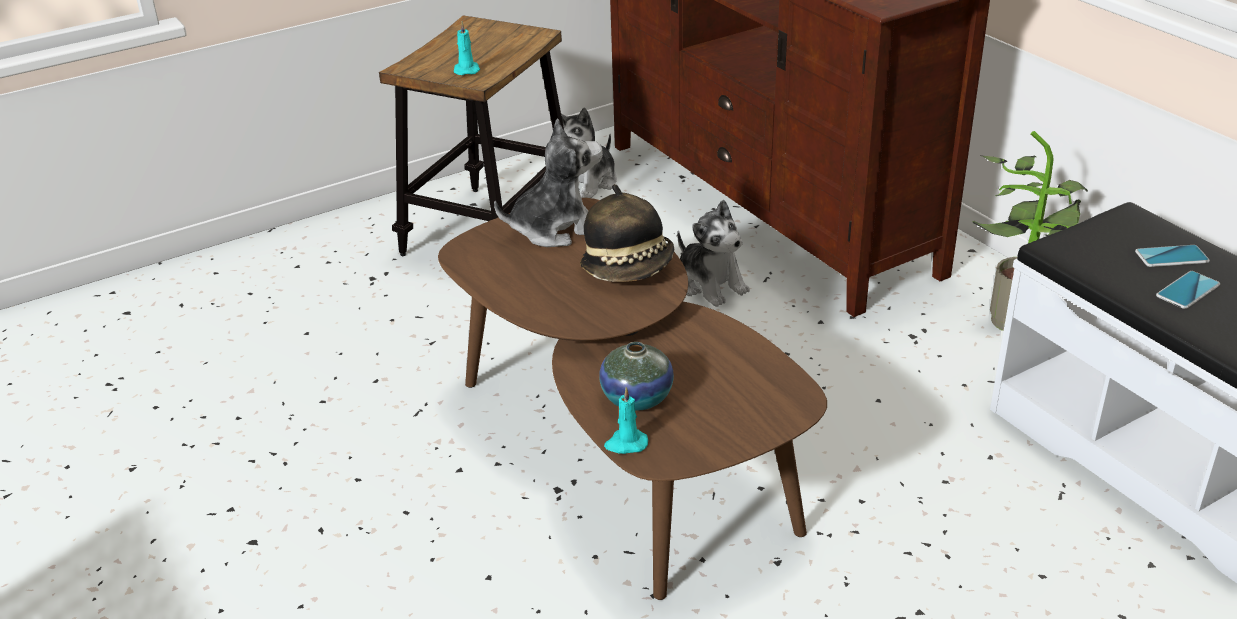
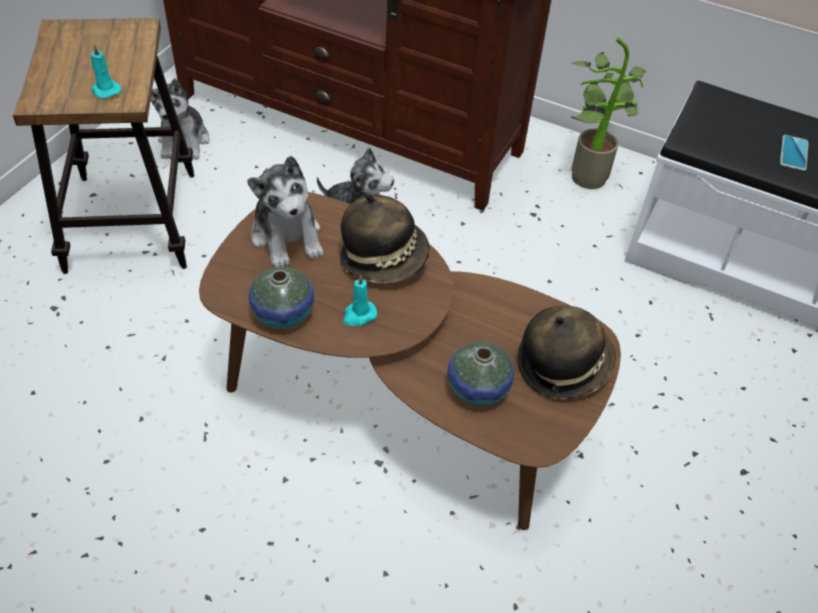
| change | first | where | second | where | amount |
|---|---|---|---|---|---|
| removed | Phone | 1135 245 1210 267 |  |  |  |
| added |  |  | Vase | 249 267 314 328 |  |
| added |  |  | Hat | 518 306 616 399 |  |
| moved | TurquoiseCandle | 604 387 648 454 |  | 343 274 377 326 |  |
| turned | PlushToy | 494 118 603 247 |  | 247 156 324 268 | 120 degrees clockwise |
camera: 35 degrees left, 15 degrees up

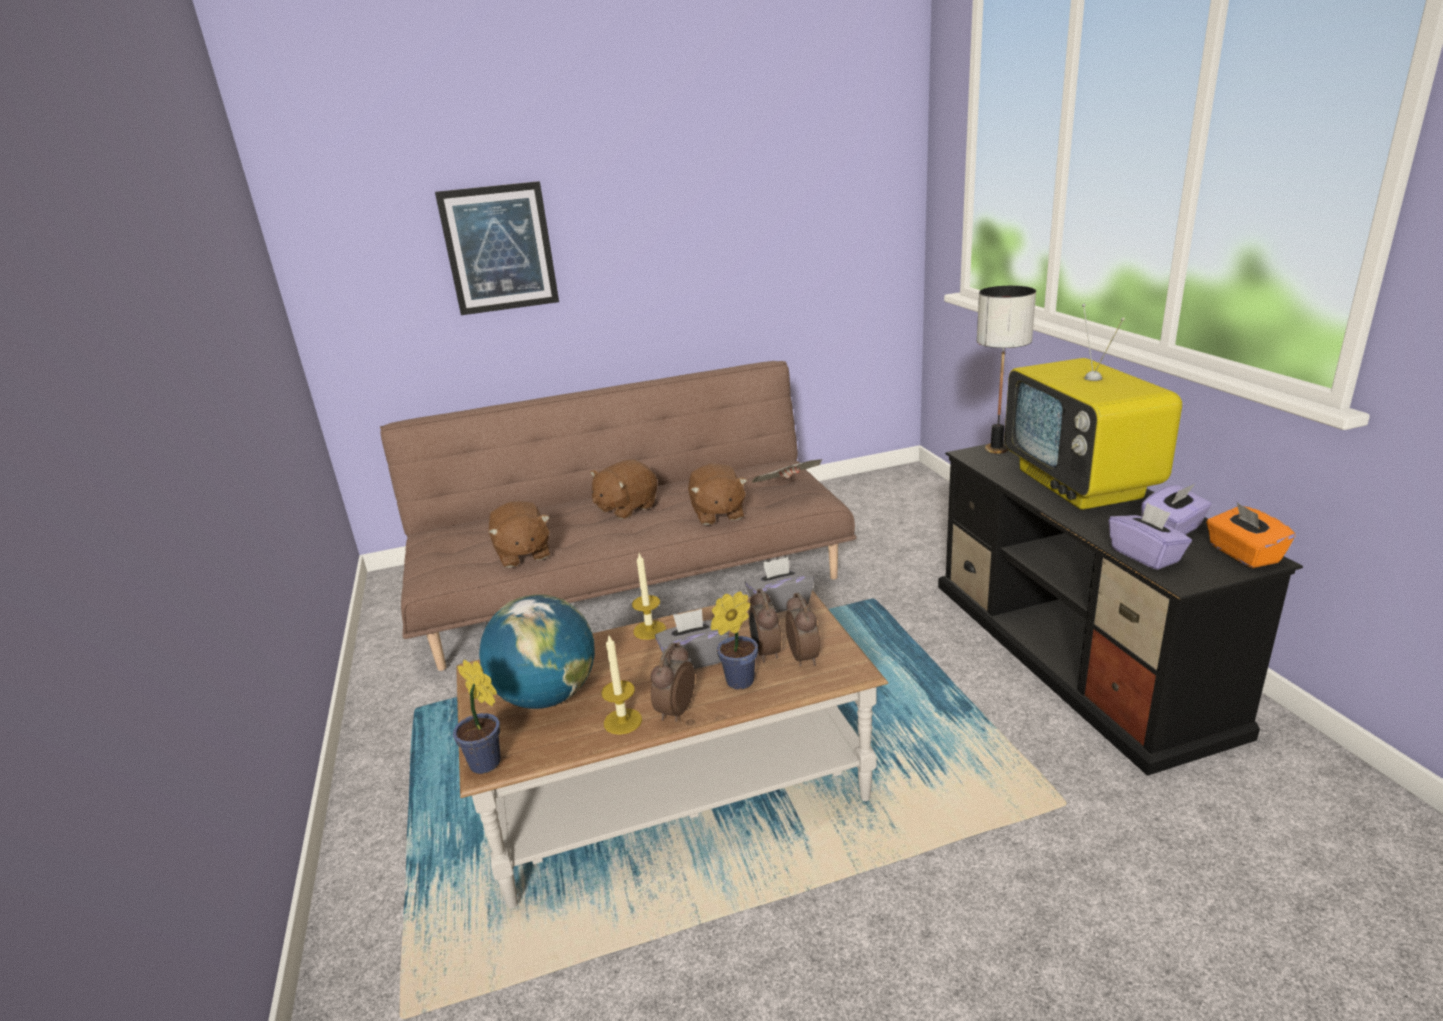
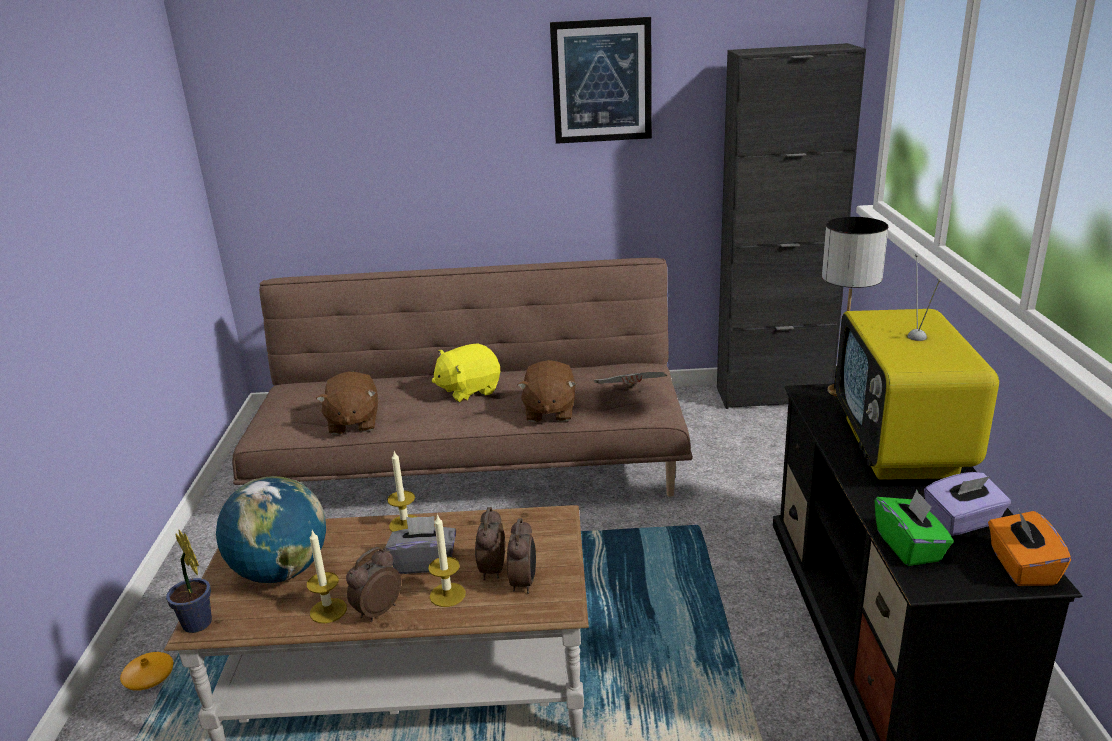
| change | first | where | second | where | amount |
|---|---|---|---|---|---|
| removed | GreyTissueBox | 745 557 814 613 |  |  |  |
| added |  |  | OrangeVase | 120 652 174 691 |  |
| added |  |  | BlackCabinet | 717 43 866 409 |  |
| moved | Picture | 435 181 559 315 |  | 550 17 652 144 |  |
| replaced | PottedPlant | 711 591 758 689 | Candle | 428 514 466 607 |  |
| recoloured | BrownPlushToy | 590 459 657 519 | YellowPlushToy | 432 344 500 402 |  |
| recoloured | PurpleTissueBox | 1109 502 1192 570 | GreenTissueBox | 875 490 954 566 |  |
camera: 15 degrees right, 0 degrees up

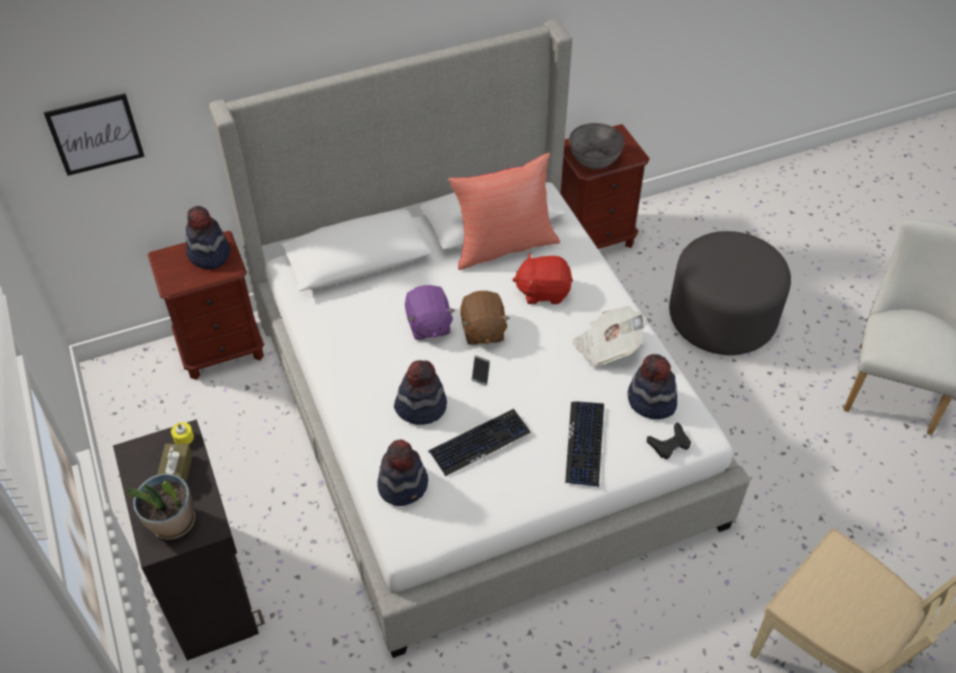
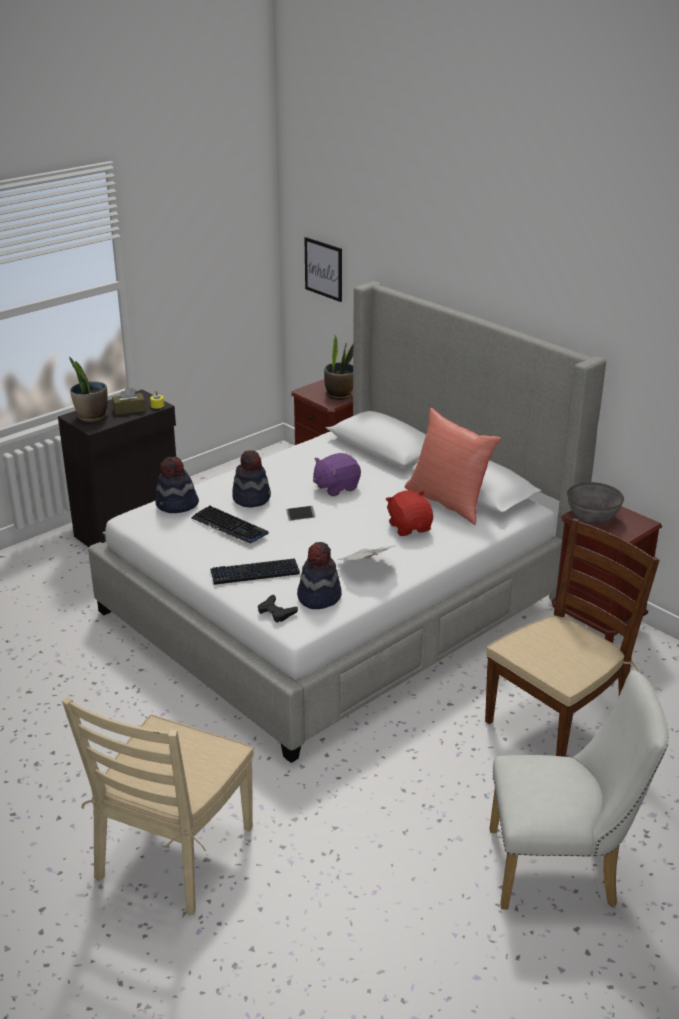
| change | first | where | second | where | amount |
|---|---|---|---|---|---|
| removed | BrownPlushToy | 461 291 510 345 |  |  |  |
| replaced | Hat | 186 206 230 269 | PottedPlant | 324 334 353 400 |  |
| replaced | GreyOttoman | 669 231 791 355 | BrownChair | 485 518 660 757 |  |
camera: 70 degrees right, 20 degrees down

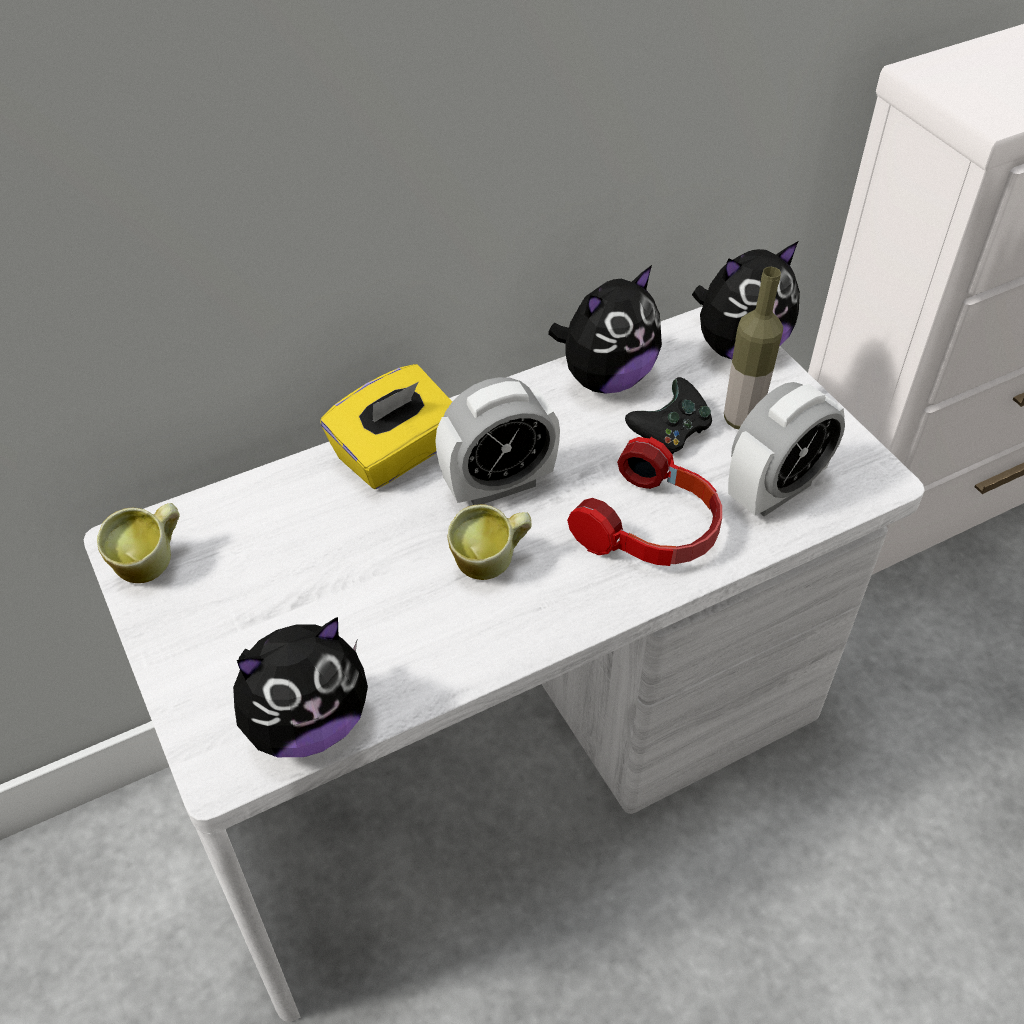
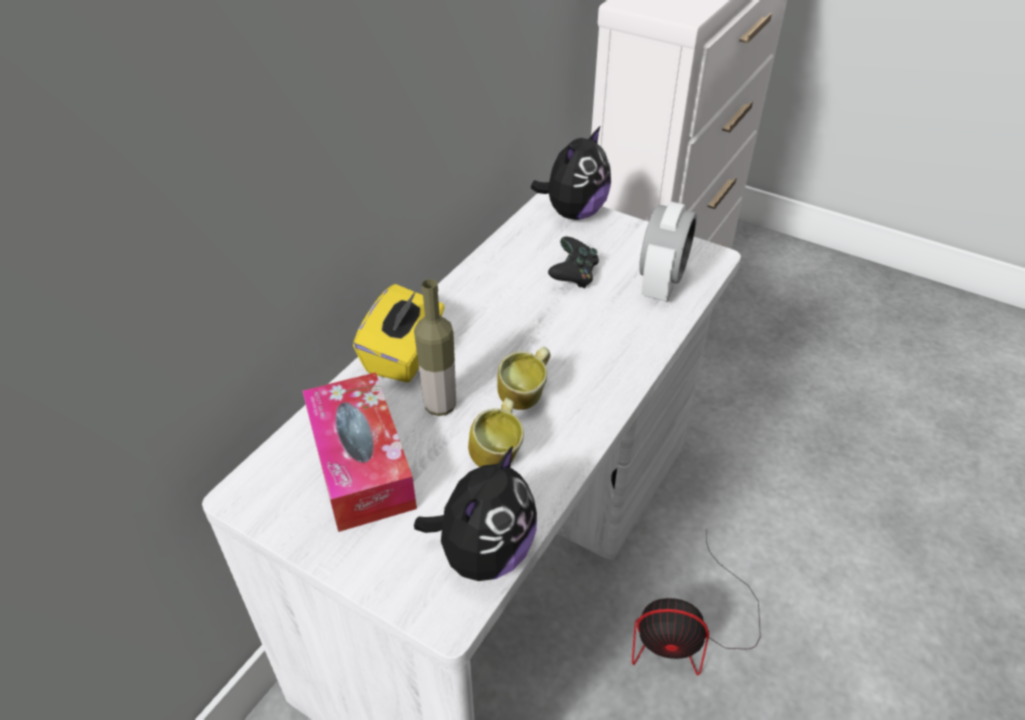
| change | first | where | second | where | amount |
|---|---|---|---|---|---|
| removed | AlarmClock | 435 377 560 505 |  |  |  |
| removed | PlushToy | 548 265 662 394 |  |  |  |
| removed | Headphones | 567 437 722 566 |  |  |  |
| added |  |  | TissueBox | 302 372 417 532 |  |
| added |  |  | Fan | 632 529 761 676 |  |
| moved | Mug | 97 503 180 583 |  | 468 398 524 467 |  |
| moved | Bottle | 724 267 783 429 |  | 414 279 456 416 |  |
camera: 30 degrees left, 5 degrees down

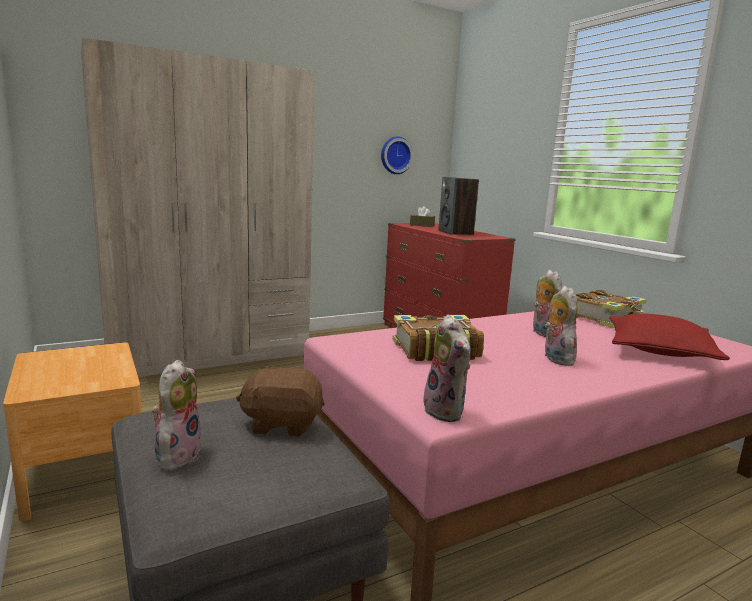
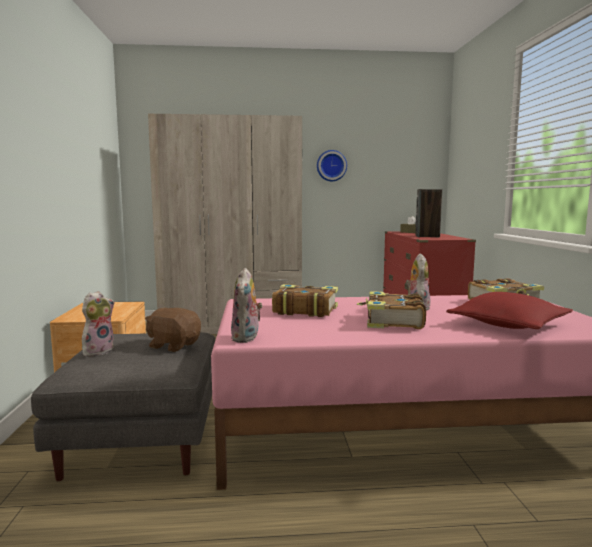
| change | first | where | second | where | amount |
|---|---|---|---|---|---|
| moved | WallClock | 381 136 413 174 |  | 317 150 347 181 |  |
| replaced | PlushToy | 545 286 578 366 | Book | 357 291 426 329 |  |
camera: 25 degrees right, 5 degrees down

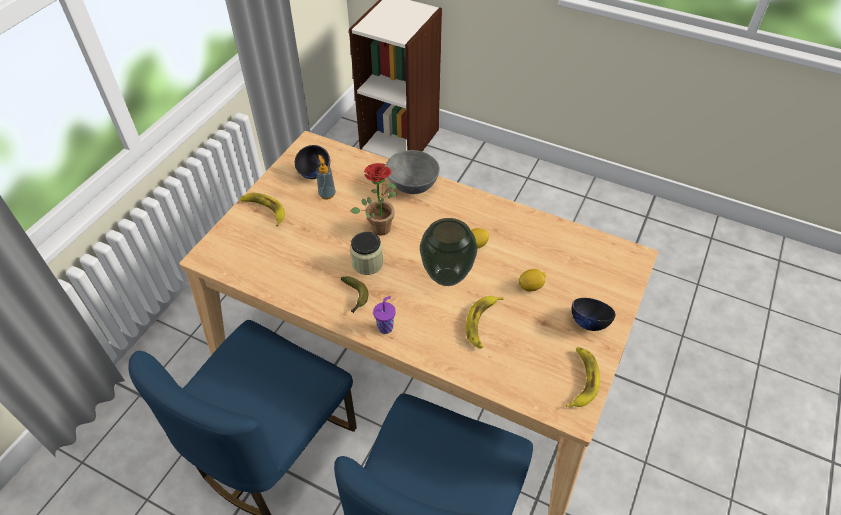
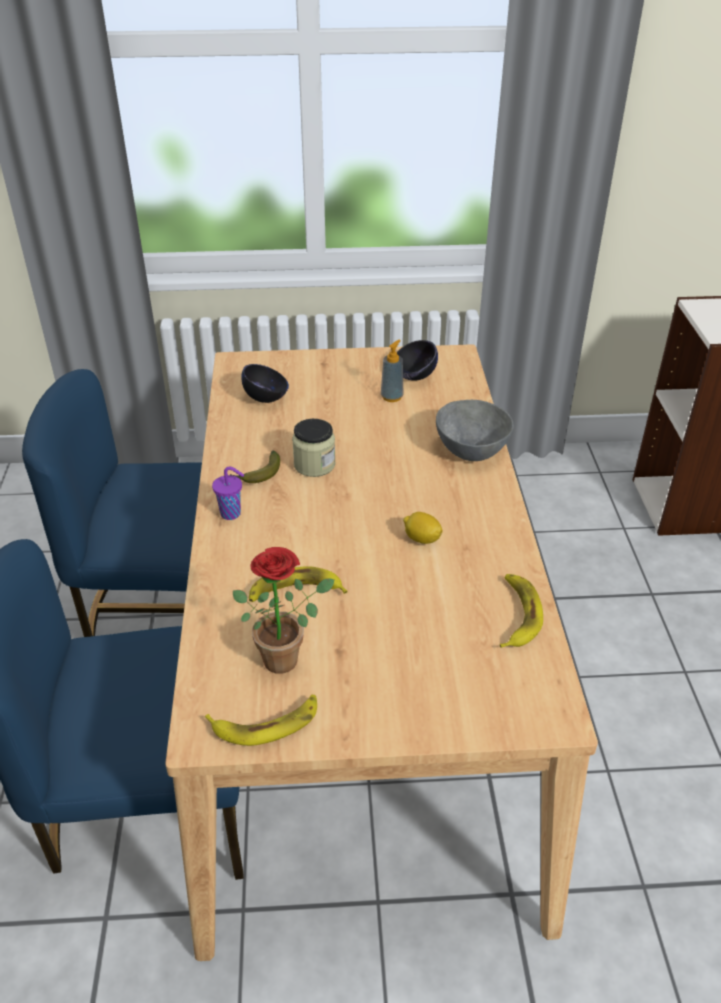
| change | first | where | second | where | amount |
|---|---|---|---|---|---|
| removed | Vase | 420 218 477 286 |  |  |  |
| removed | Lemon | 519 269 546 292 |  |  |  |
| moved | Banana | 239 193 285 227 |  | 500 574 543 648 |  |
| moved | PottedPlant | 351 163 397 236 |  | 233 547 334 674 |  |
| moved | BlackBowl | 572 298 615 331 |  | 241 364 289 403 |  |
camera: 60 degrees right, 10 degrees down

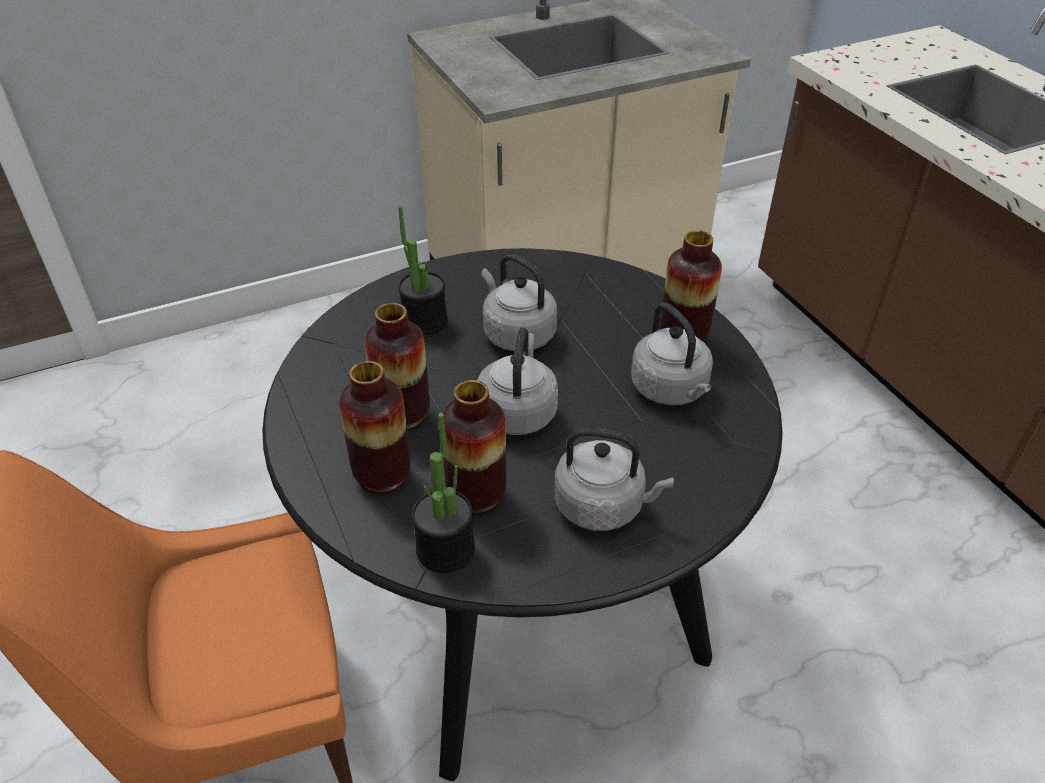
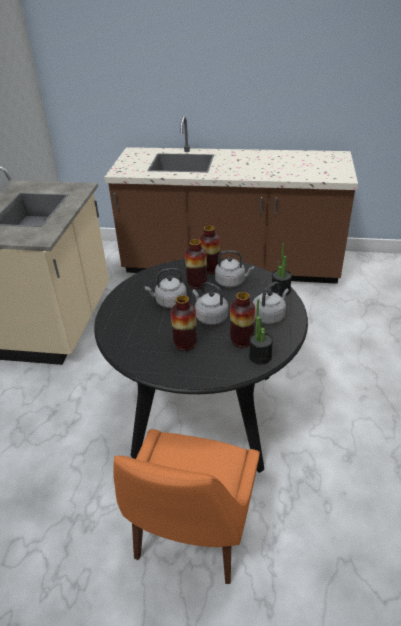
| change | first | where | second | where | amount |
|---|---|---|---|---|---|
| moved | Vase | 339 361 411 494 |  | 185 239 207 289 |  |
| moved | PottedPlant | 398 206 448 335 |  | 271 243 292 297 |  |
camera: 55 degrees left, 5 degrees down

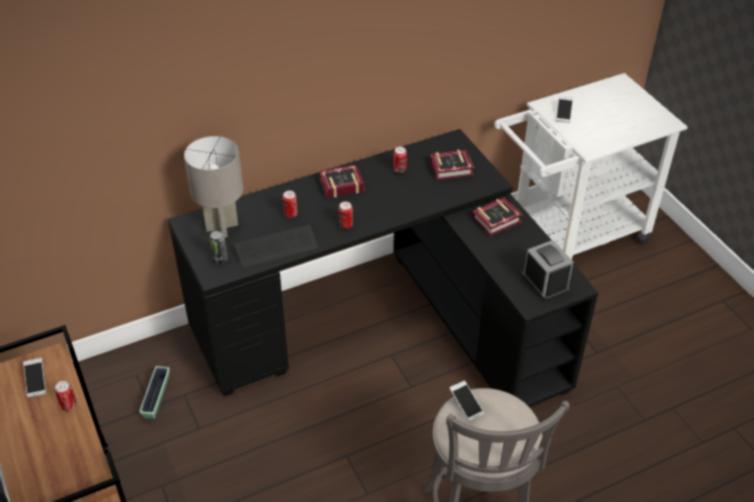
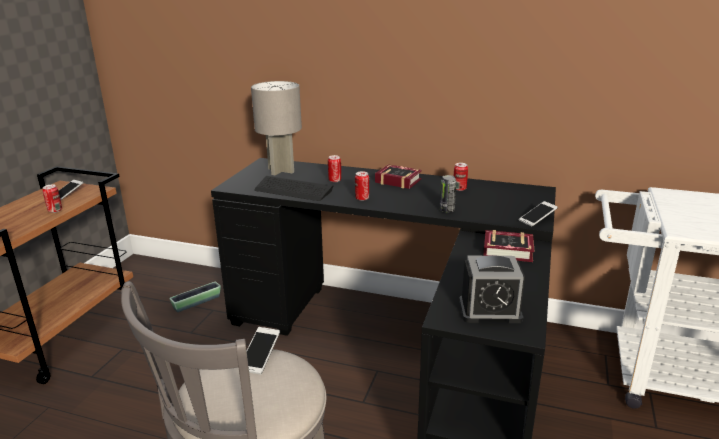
| change | first | where | second | where | amount |
|---|---|---|---|---|---|
| removed | Book | 430 150 474 180 |  |  |  |
| moved | Can | 209 231 228 264 |  | 440 175 457 213 |  |
| moved | Phone | 556 96 573 123 |  | 519 201 558 227 |  |
| turned | AlarmClock | 522 240 573 301 |  | 459 255 525 323 | 75 degrees clockwise |
camera: 45 degrees right, 20 degrees down

